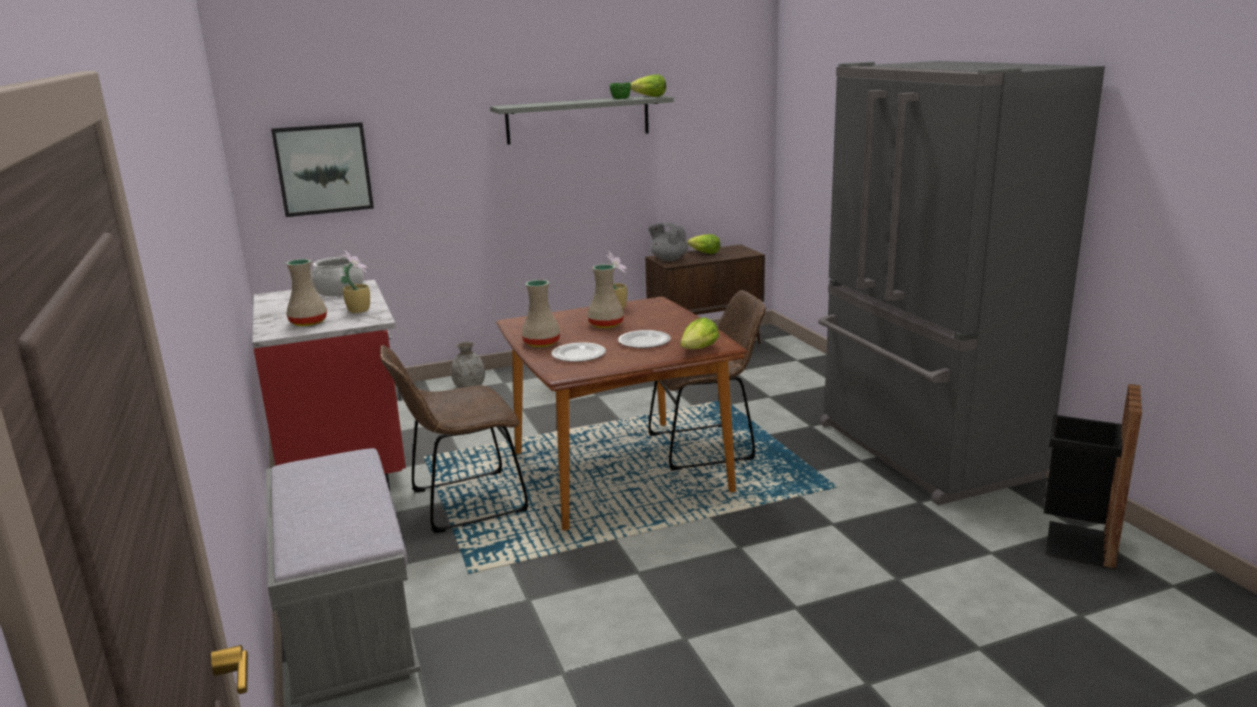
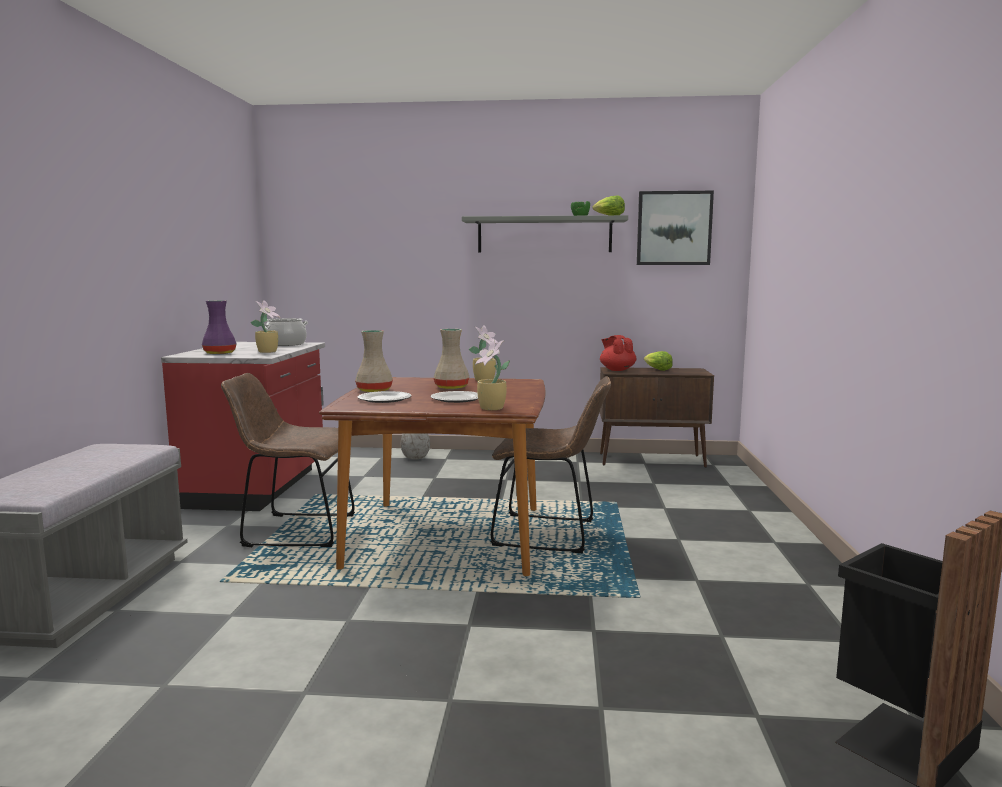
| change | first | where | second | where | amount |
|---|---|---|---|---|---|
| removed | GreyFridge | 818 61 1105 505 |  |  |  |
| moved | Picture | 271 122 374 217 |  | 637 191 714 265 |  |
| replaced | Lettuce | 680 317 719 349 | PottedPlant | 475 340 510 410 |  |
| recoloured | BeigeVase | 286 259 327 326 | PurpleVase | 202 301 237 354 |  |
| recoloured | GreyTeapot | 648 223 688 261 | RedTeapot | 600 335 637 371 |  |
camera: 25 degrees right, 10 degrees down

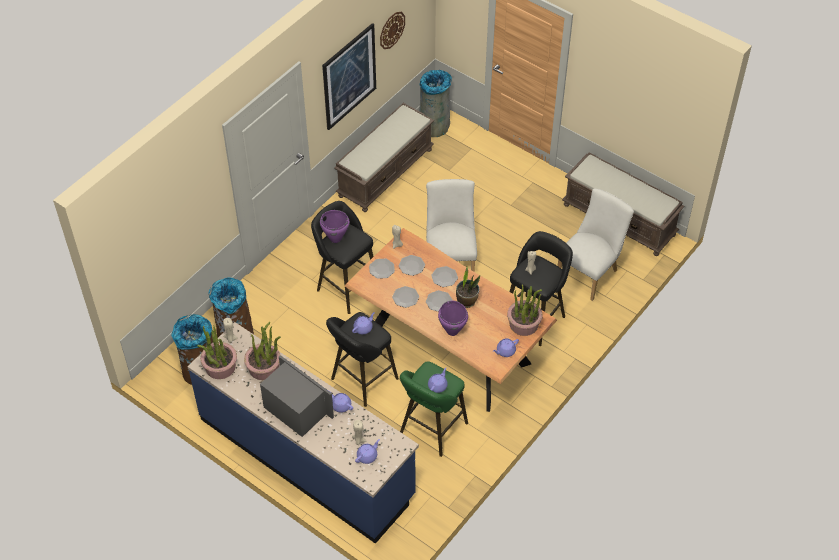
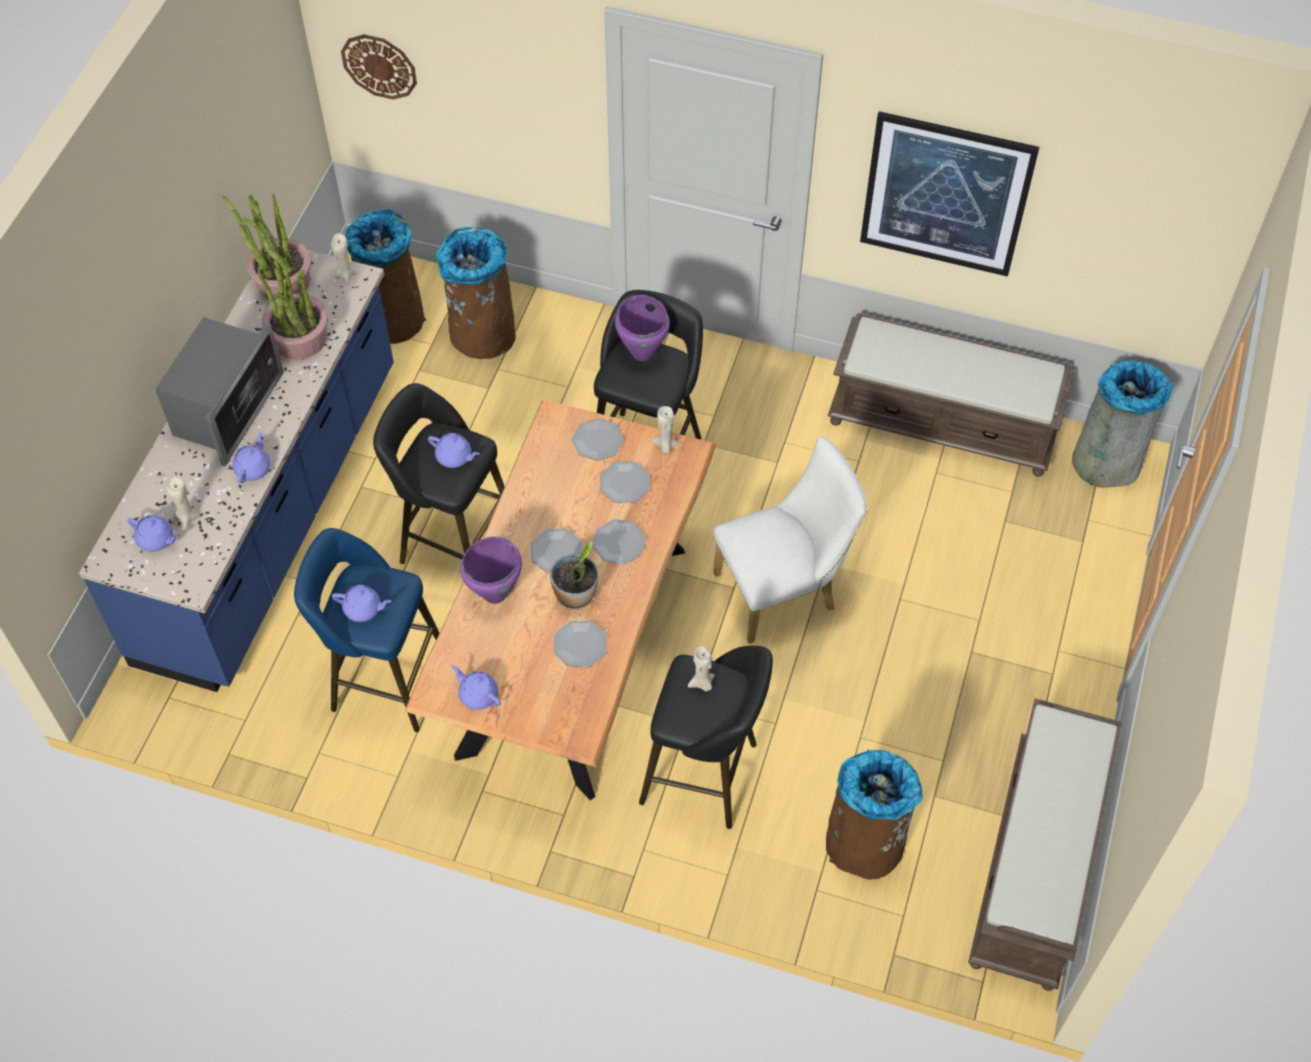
| change | first | where | second | where | amount |
|---|---|---|---|---|---|
| removed | PottedPlant | 507 285 543 336 |  |  |  |
| moved | WallClock | 380 12 405 49 |  | 341 34 417 100 |  |
| moved | Plate | 392 286 419 308 |  | 554 621 607 667 |  |
| replaced | WhiteChair | 558 189 634 301 | BrownTrashCan | 826 750 923 880 |  |
| recoloured | GreenStool | 400 361 468 457 | BlueStool | 294 528 439 732 |  |
camera: 70 degrees right, 5 degrees up

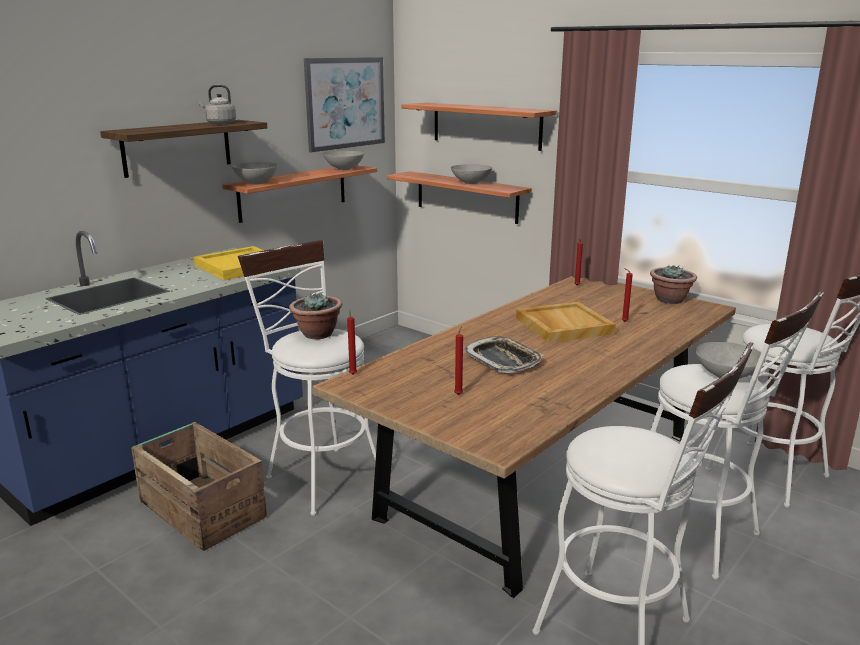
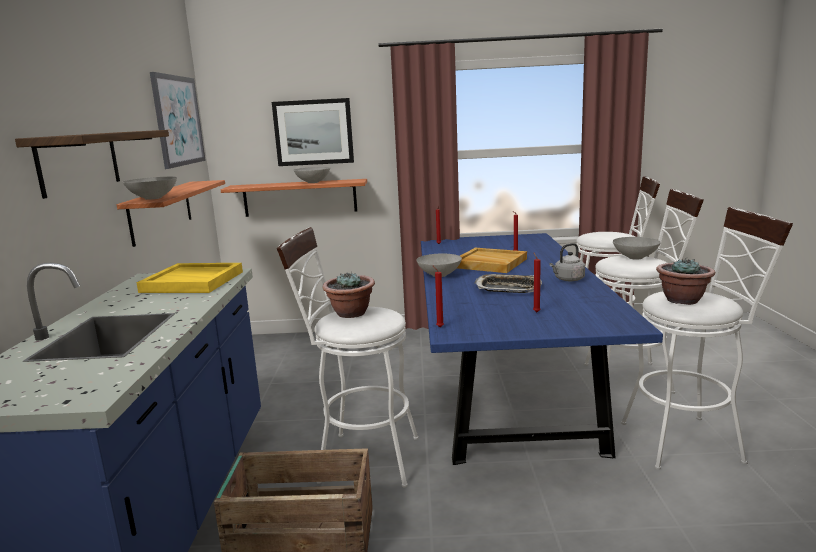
| change | first | where | second | where | amount |
|---|---|---|---|---|---|
| moved | GreyKettle | 199 85 236 125 |  | 550 243 585 281 |  |
| moved | GreyBowl | 323 151 364 170 |  | 416 254 462 277 |  |
| moved | PottedPlant | 650 265 697 304 |  | 656 257 715 305 |  |
| replaced | Shelf | 401 103 557 151 | Picture | 272 98 354 166 |  |
| recoloured | BrownDiningTable | 313 276 736 598 | BlueDiningTable | 421 233 663 465 |  |
camera: 40 degrees left, 5 degrees down

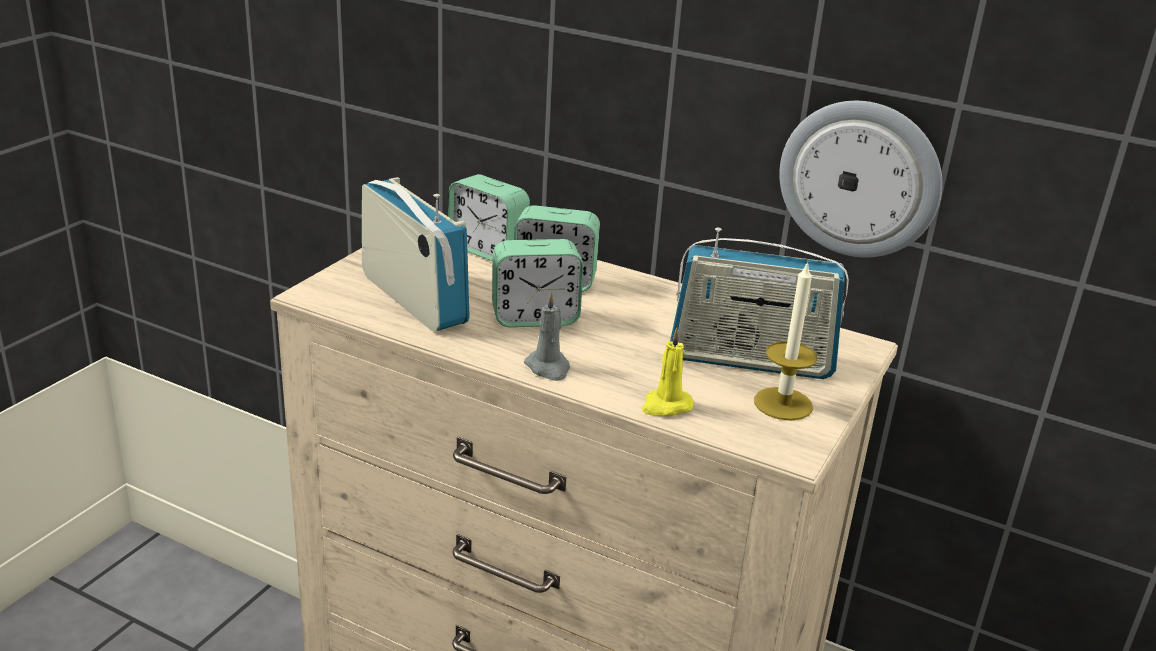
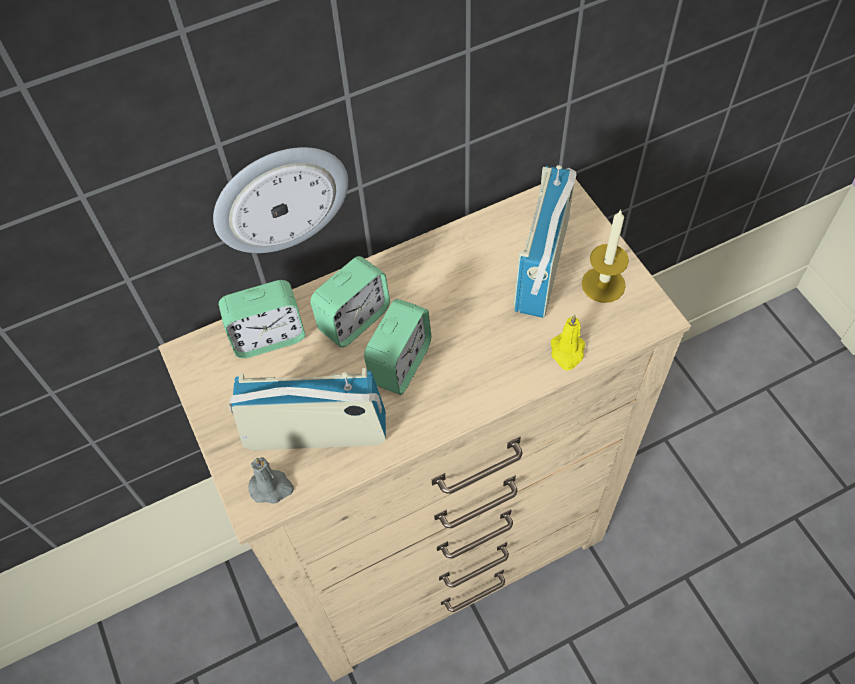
| change | first | where | second | where | amount |
|---|---|---|---|---|---|
| moved | GreyCandle | 524 291 570 381 |  | 248 457 294 503 |  |
| moved | WallClock | 779 101 943 258 |  | 213 147 348 253 |  |
| turned | Radio | 670 228 849 379 |  | 514 165 577 318 | 150 degrees clockwise |
camera: 50 degrees left, 30 degrees up

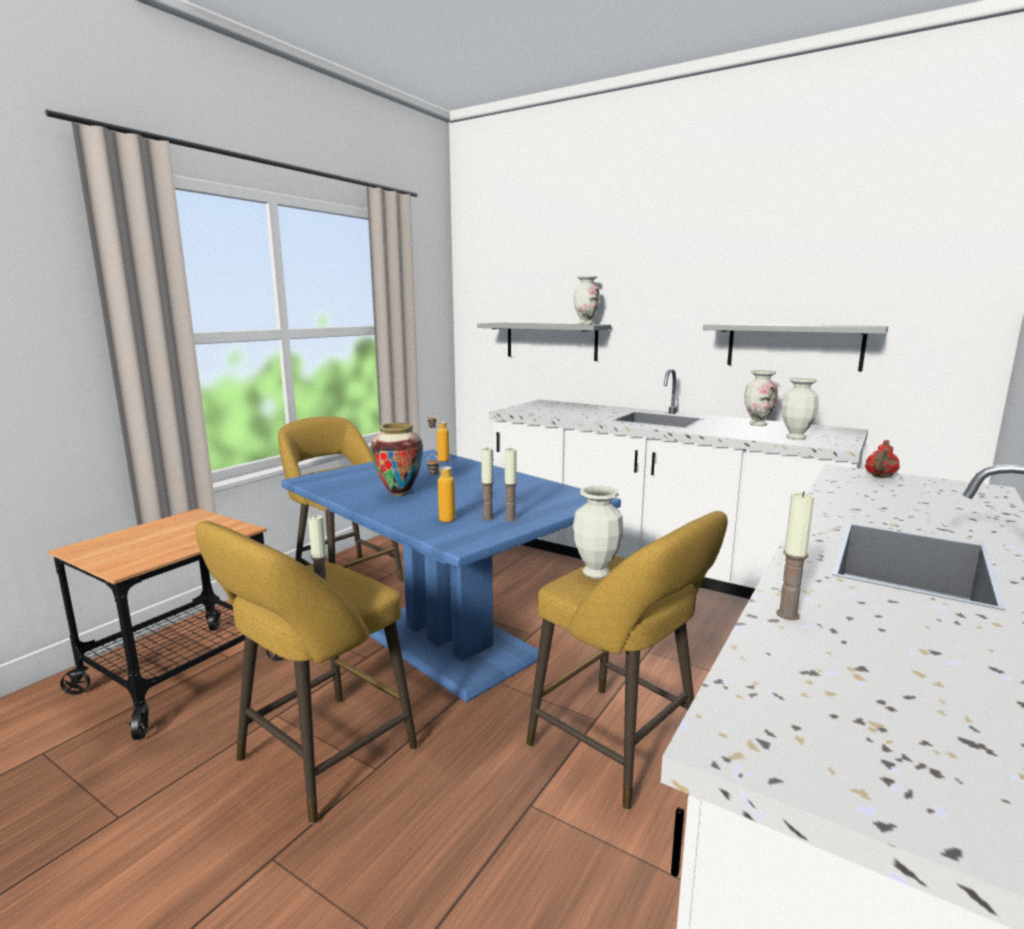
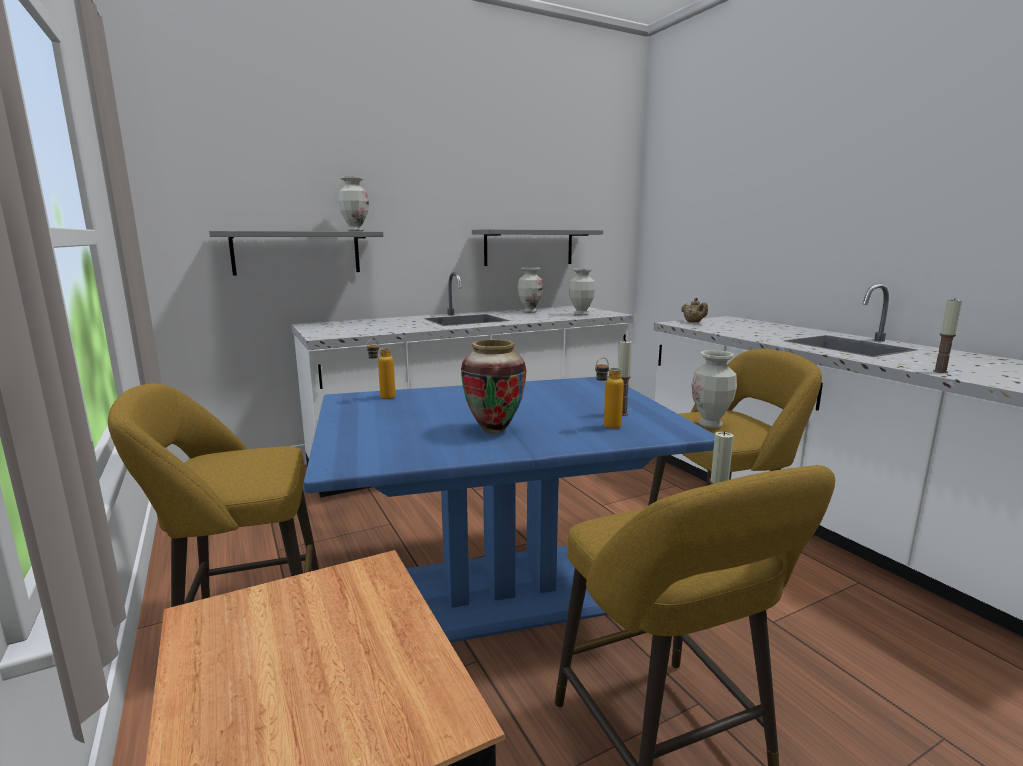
| change | first | where | second | where | amount |
|---|---|---|---|---|---|
| removed | Candle | 504 448 517 521 |  |  |  |
| recoloured | RedTeapot | 865 440 900 478 | BeigeTeapot | 681 297 708 322 |  |
camera: 60 degrees left, 0 degrees up

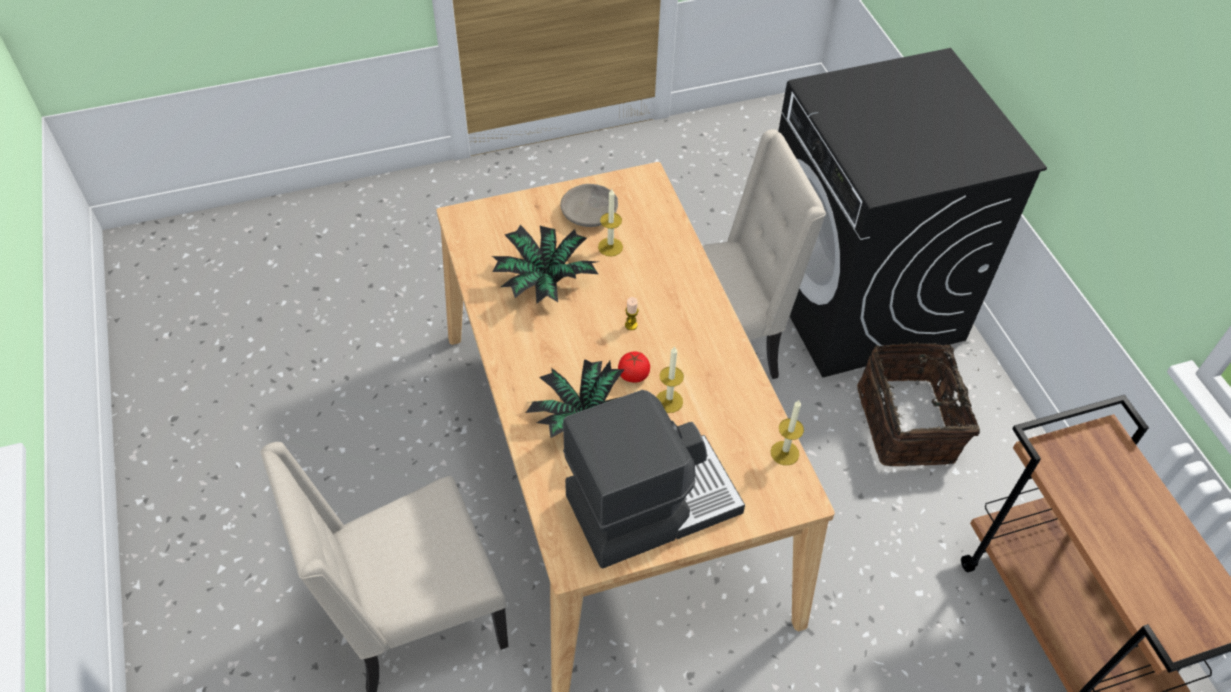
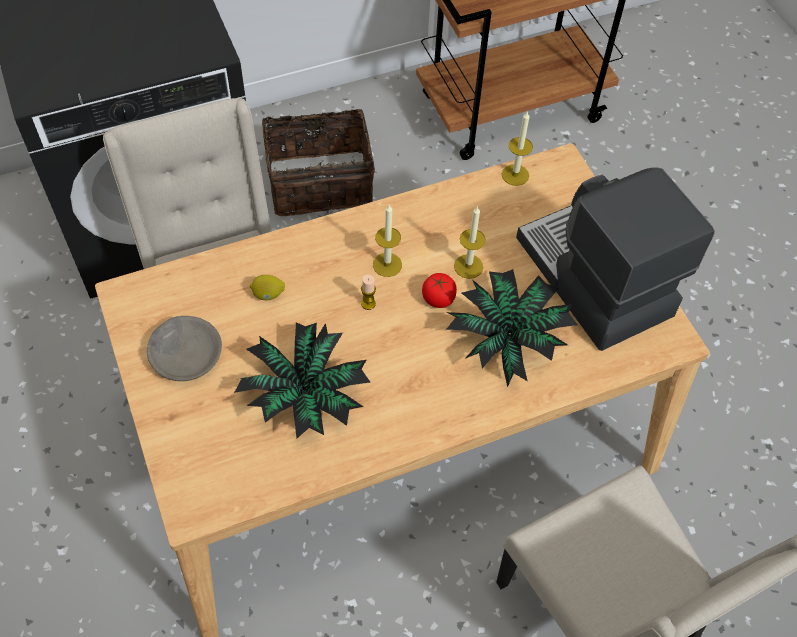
| change | first | where | second | where | amount |
|---|---|---|---|---|---|
| added |  |  | Lemon | 250 275 285 300 |  |
| moved | Candle | 598 189 623 256 |  | 373 205 402 277 |  |
camera: 95 degrees left, 5 degrees up

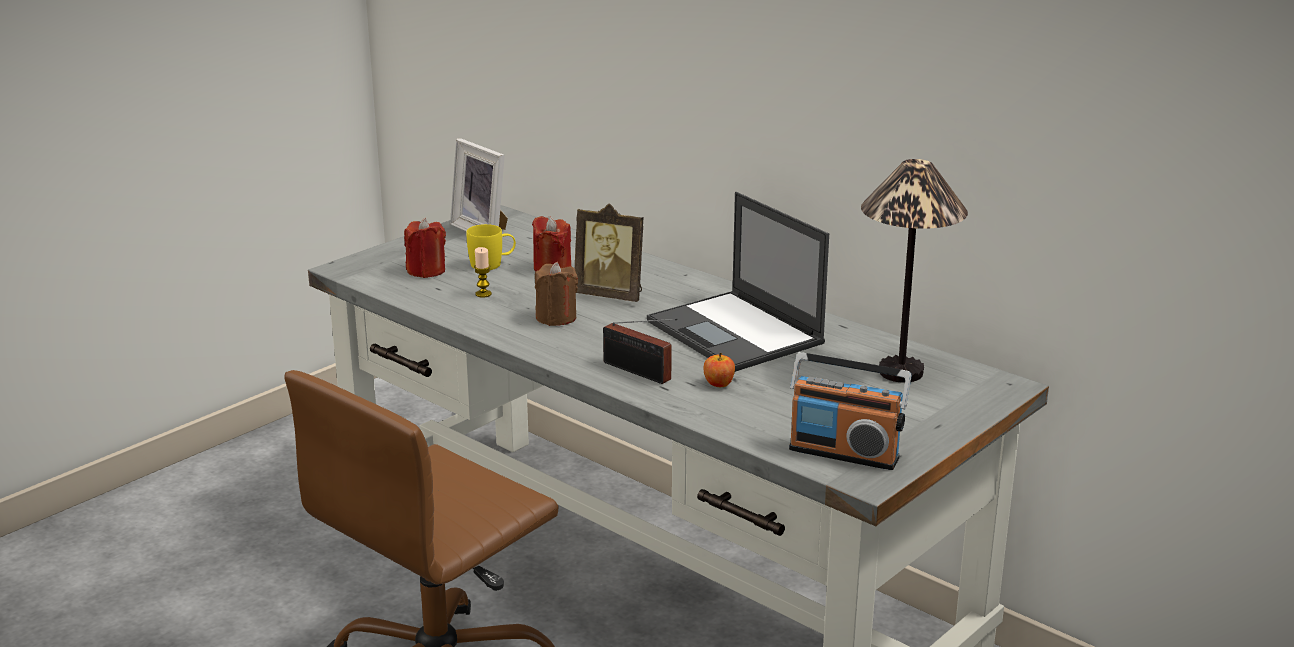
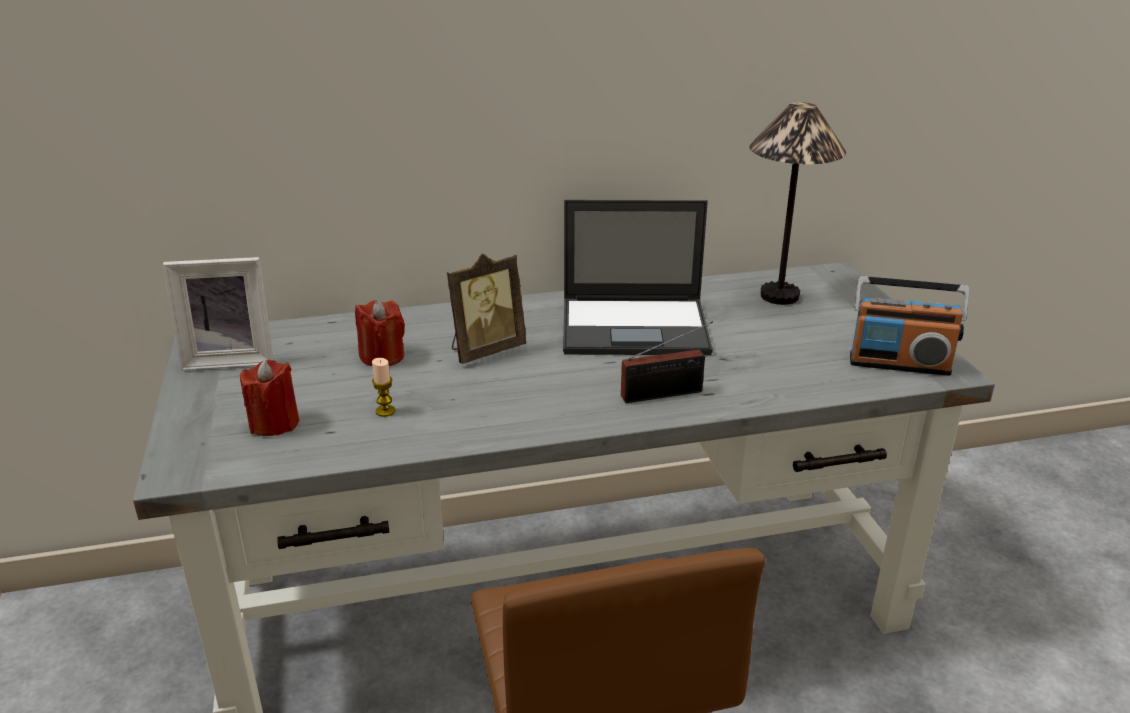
| change | first | where | second | where | amount |
|---|---|---|---|---|---|
| removed | YellowMug | 466 224 516 270 |  |  |  |
| removed | BrownCandle | 535 262 578 326 |  |  |  |
| removed | Apple | 704 353 735 387 |  |  |  |
| turned | Radio | 789 352 911 470 |  | 850 276 969 376 | 45 degrees clockwise |
camera: 55 degrees left, 5 degrees up

